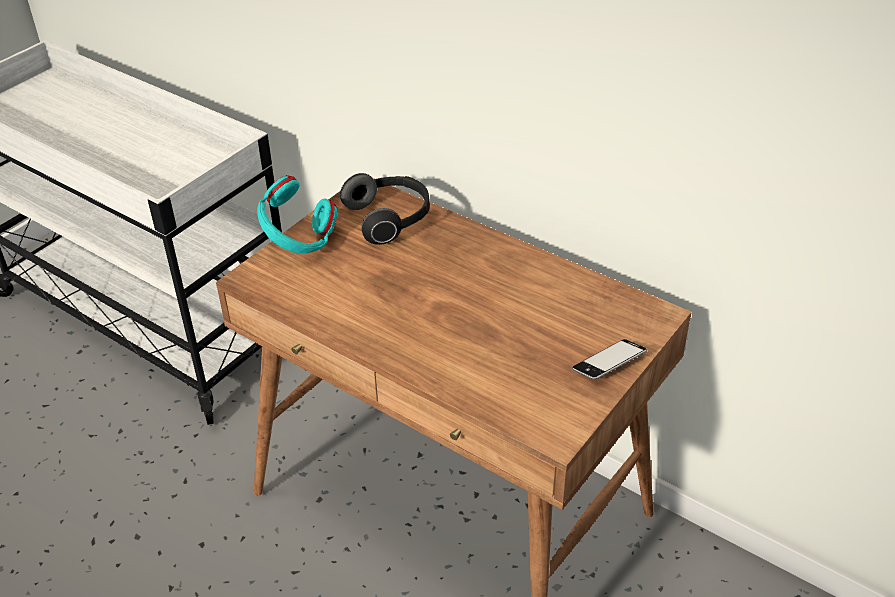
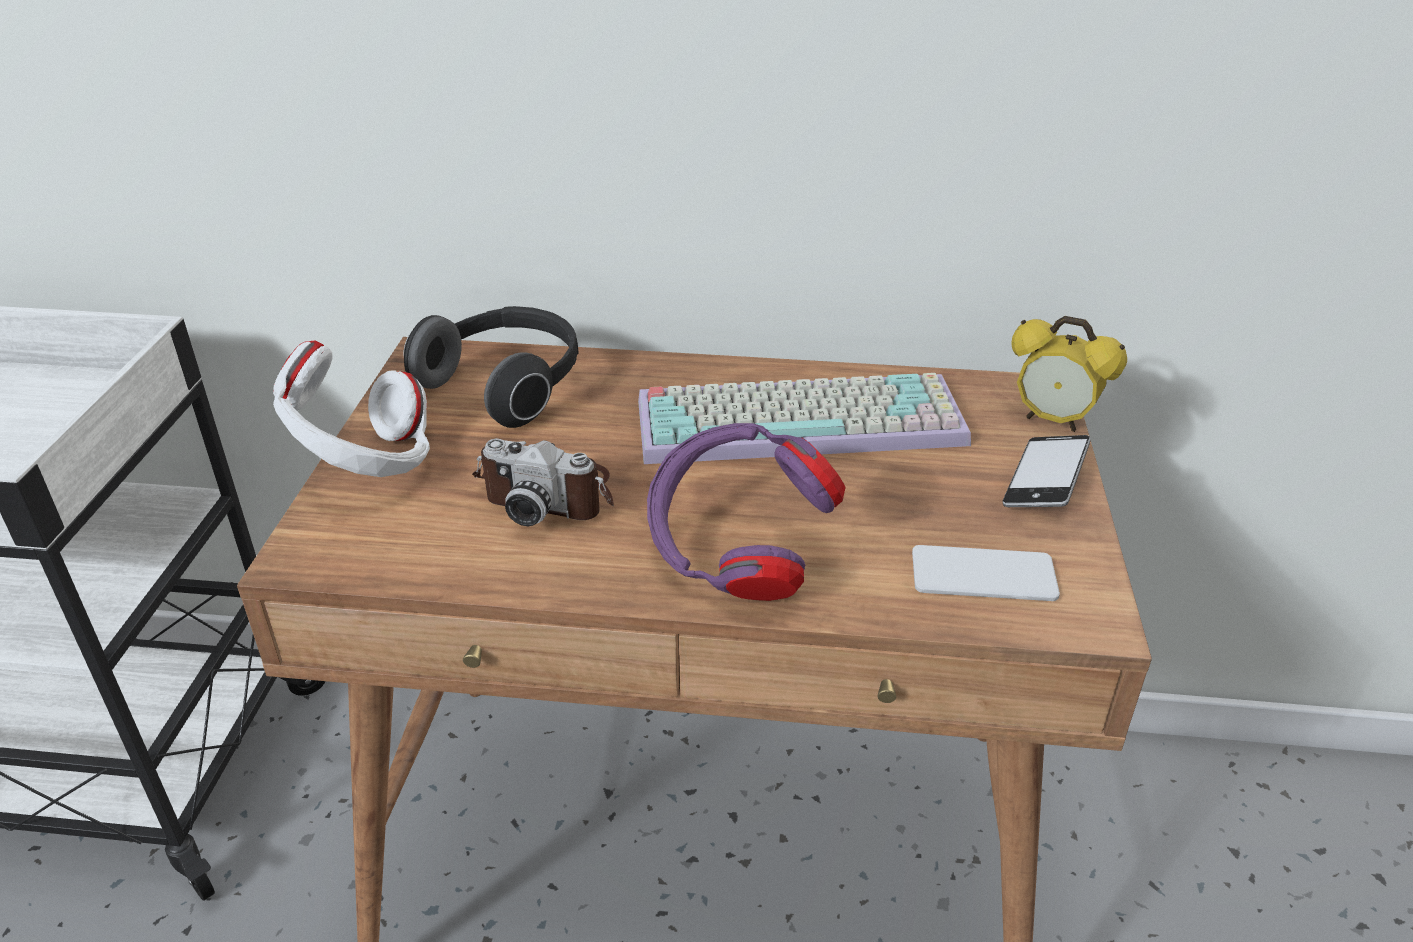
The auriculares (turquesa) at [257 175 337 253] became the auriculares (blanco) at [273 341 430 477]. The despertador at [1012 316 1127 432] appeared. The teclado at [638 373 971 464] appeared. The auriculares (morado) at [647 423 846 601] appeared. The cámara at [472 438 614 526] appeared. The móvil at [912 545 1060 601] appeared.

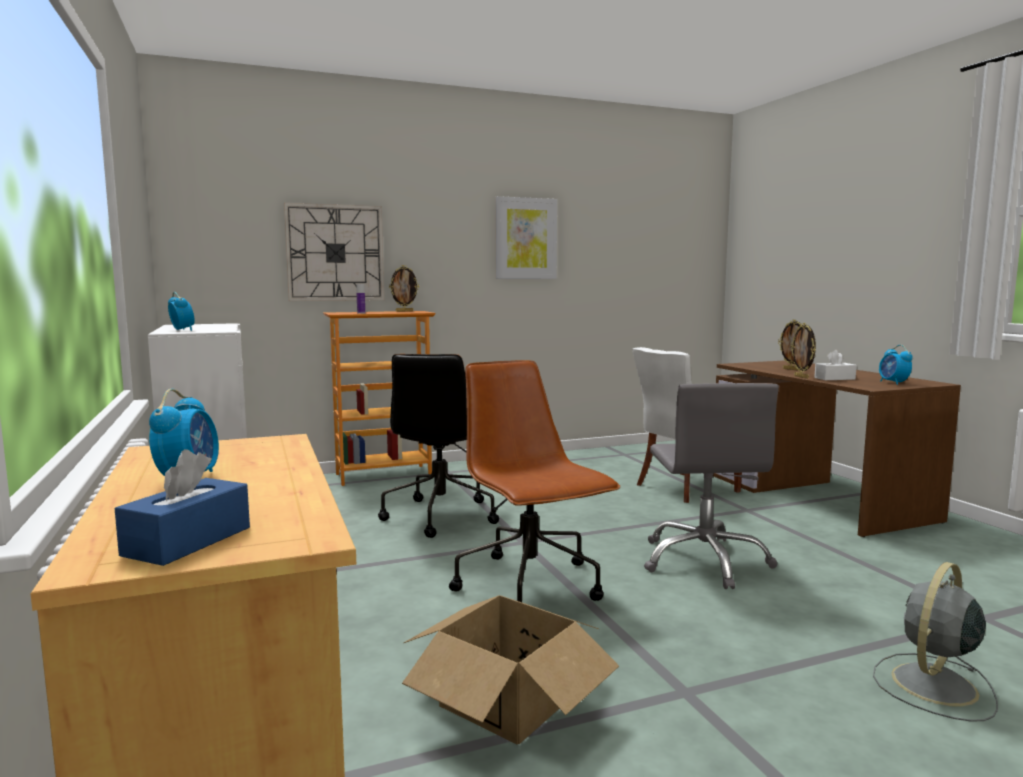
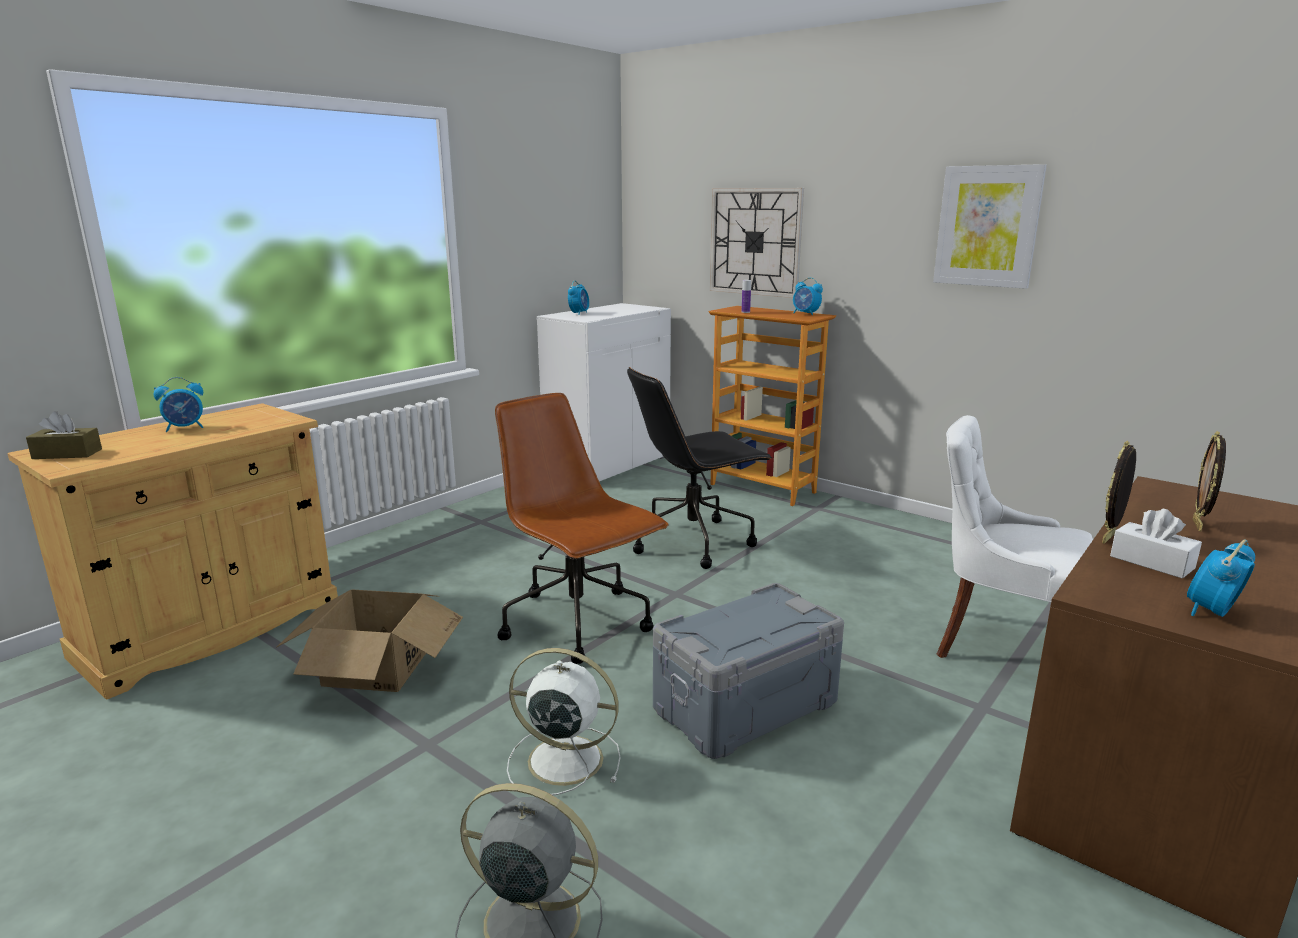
The portarretratos at [389 265 419 312] was replaced by the despertador at [793 278 823 316]. The silla de oficina (marrón) at [449 360 620 602] turned 75 degrees counterclockwise. The silla de oficina (gris) at [644 383 779 589] was replaced by the caja de almacenaje (gris) at [653 583 844 759]. The caja de pañuelos (azul) at [115 449 250 566] became the caja de pañuelos (marrón) at [26 411 102 459]. The ventilador (blanco) at [507 648 620 795] appeared.

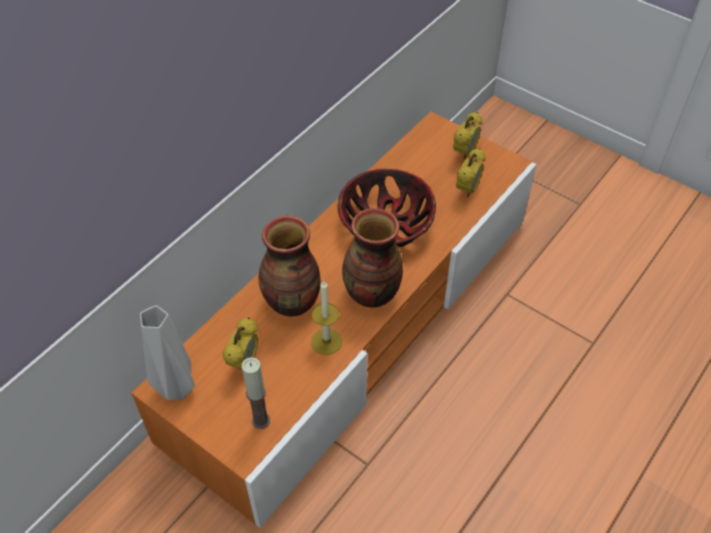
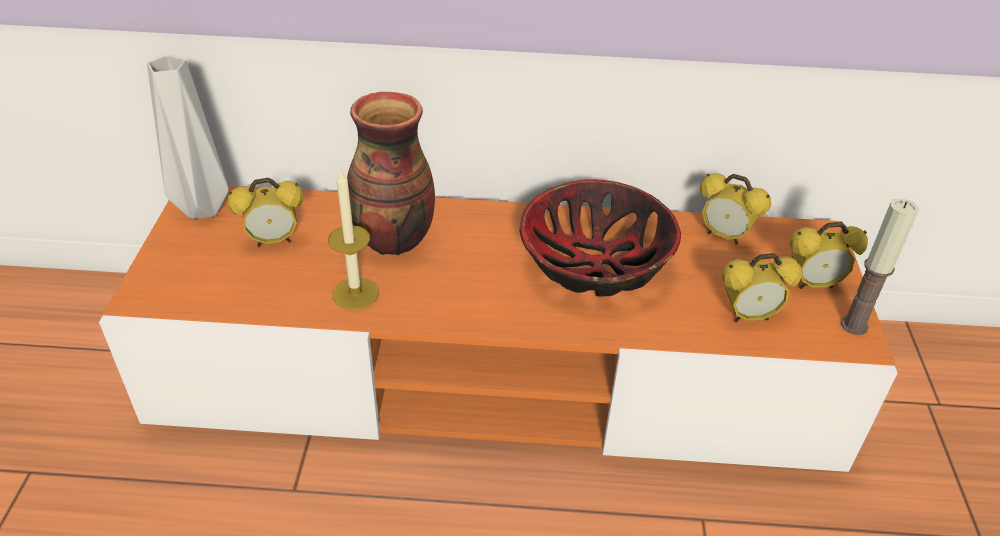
The florero at [342 208 403 308] disappeared. The vela moved from [242 357 270 429] to [841 198 919 335]. The despertador at [700 173 771 245] appeared.

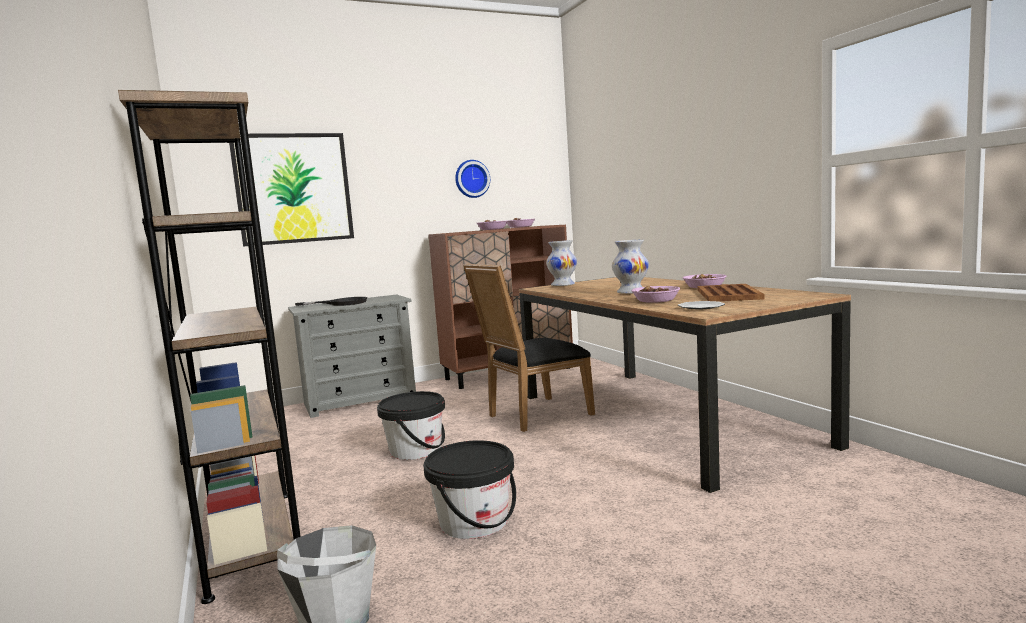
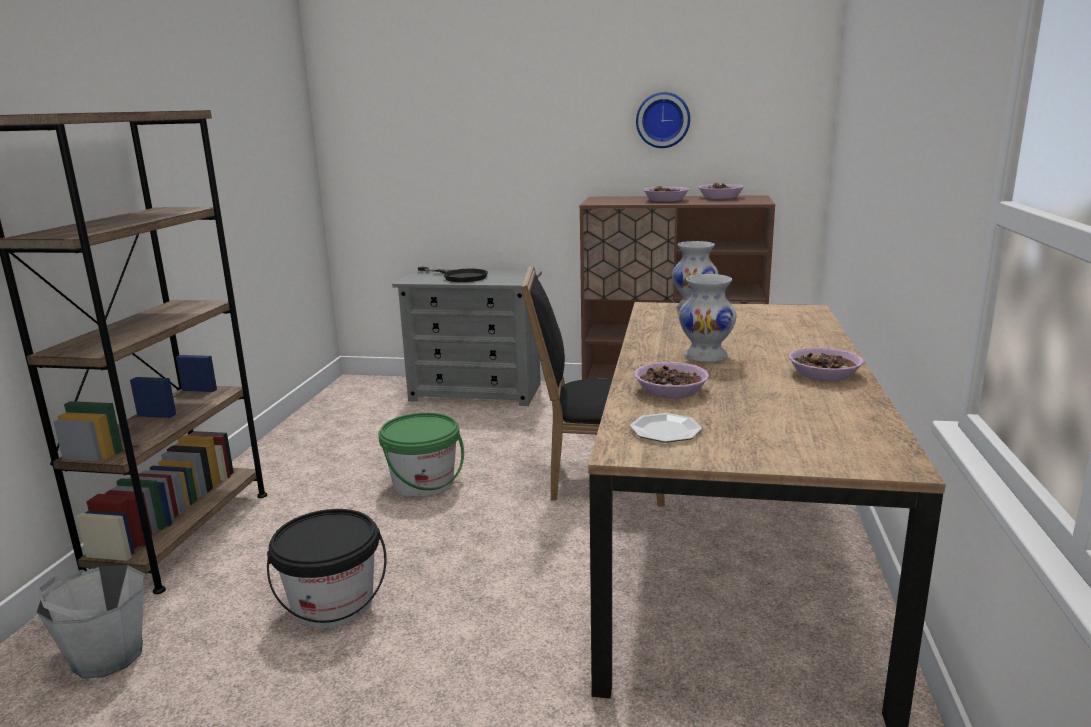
The cuadro at [229 133 354 247] disappeared. The bandeja (marrón) at [698 284 764 301] disappeared. The cubo (negro) at [377 391 445 460] became the cubo (verde) at [379 413 464 497].

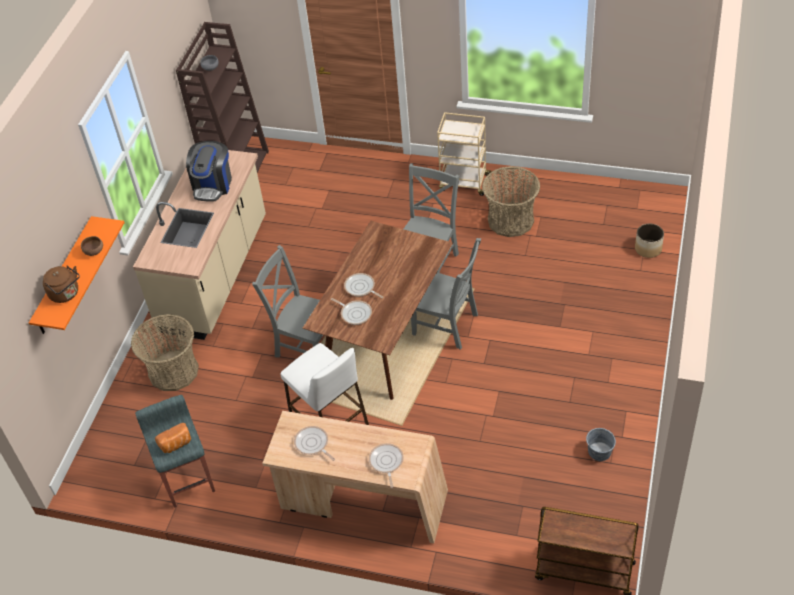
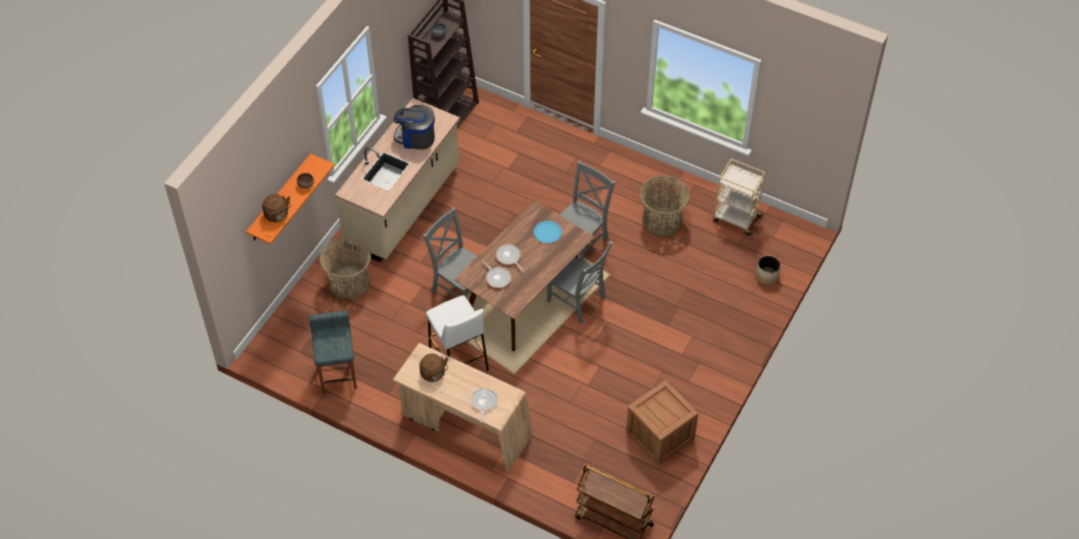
The carrito (beis) moved from [437 112 491 196] to [713 159 765 236]. The cafetera at [186 141 232 202] turned 75 degrees clockwise. The pan at [155 423 191 453] disappeared. The sartén at [294 426 335 461] was replaced by the hervidor (marrón) at [420 354 448 382]. The cubo (gris) at [586 428 616 461] was replaced by the caja de embalaje at [626 380 698 464]. The plato (azul) at [533 221 562 243] appeared.

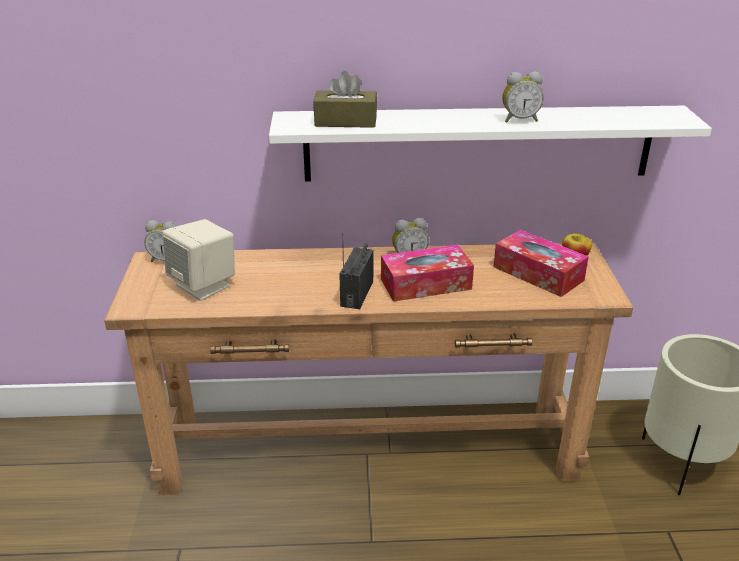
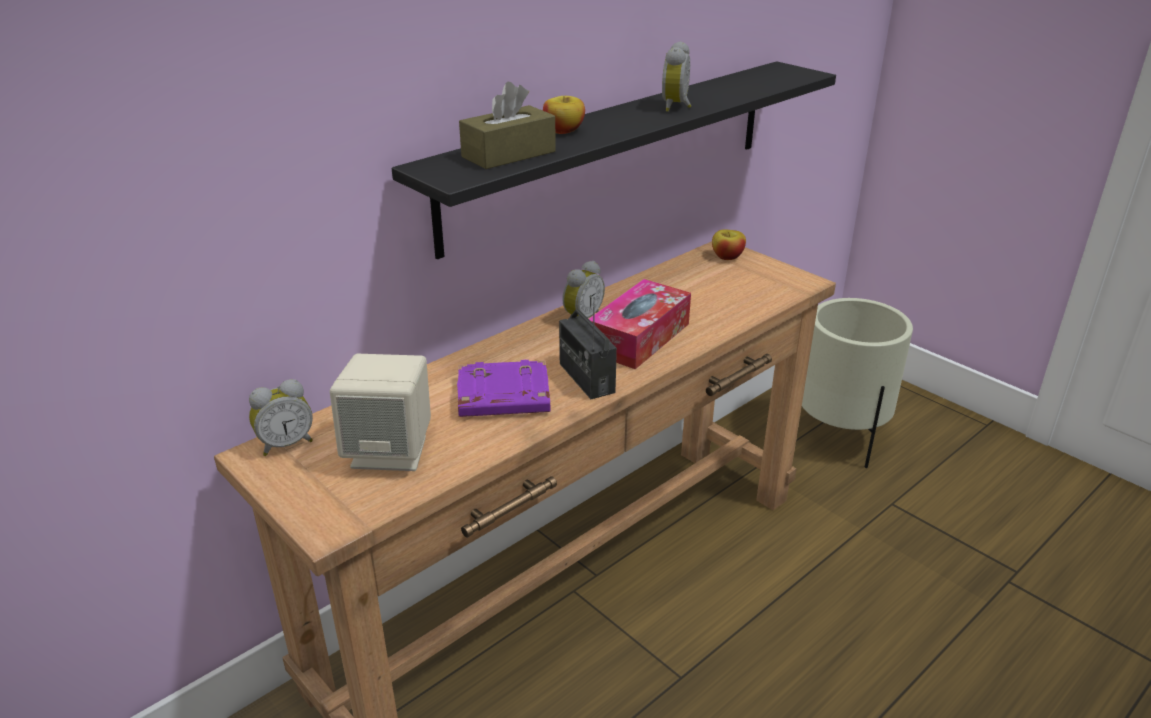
The despertador at [503 71 544 123] turned 150 degrees clockwise. The estante (blanco) at [269 106 712 182] became the estante (negro) at [392 61 836 259]. The caja de pañuelos at [493 230 589 297] disappeared. The manzana at [543 96 585 134] appeared. The libro (morado) at [457 360 550 417] appeared.

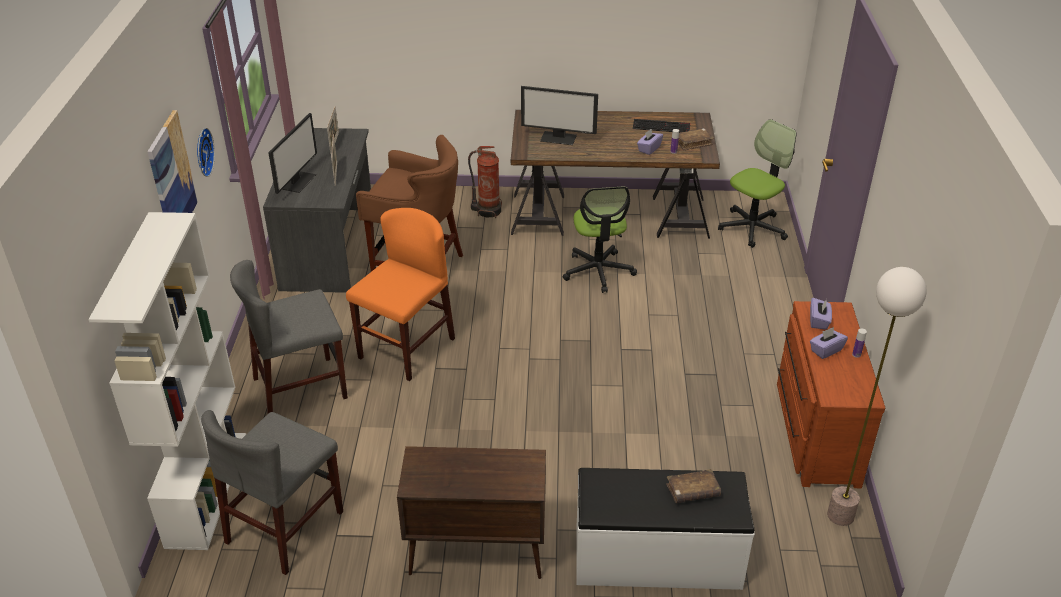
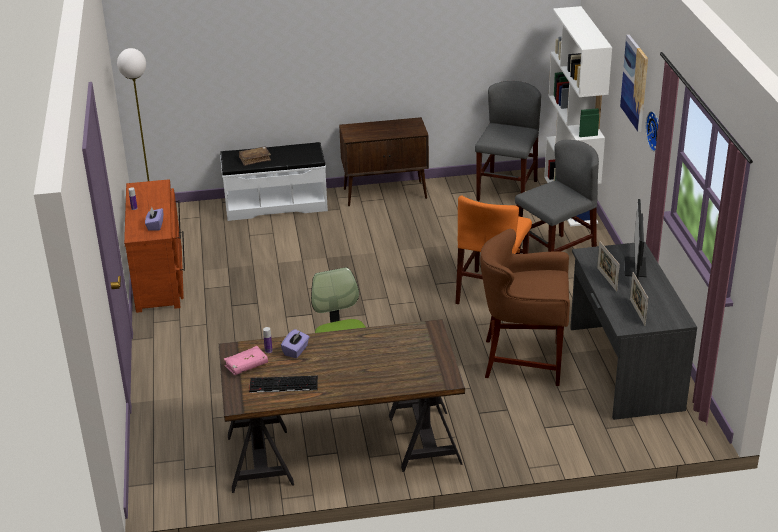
The monitor at [521 86 598 145] disappeared. The silla de oficina at [718 119 796 248] disappeared. The libro (marrón) at [678 128 714 151] became the libro (rosa) at [223 346 268 375]. The extintor at [468 146 502 218] disappeared. The caja de pañuelos (morado) at [810 327 848 359] disappeared.

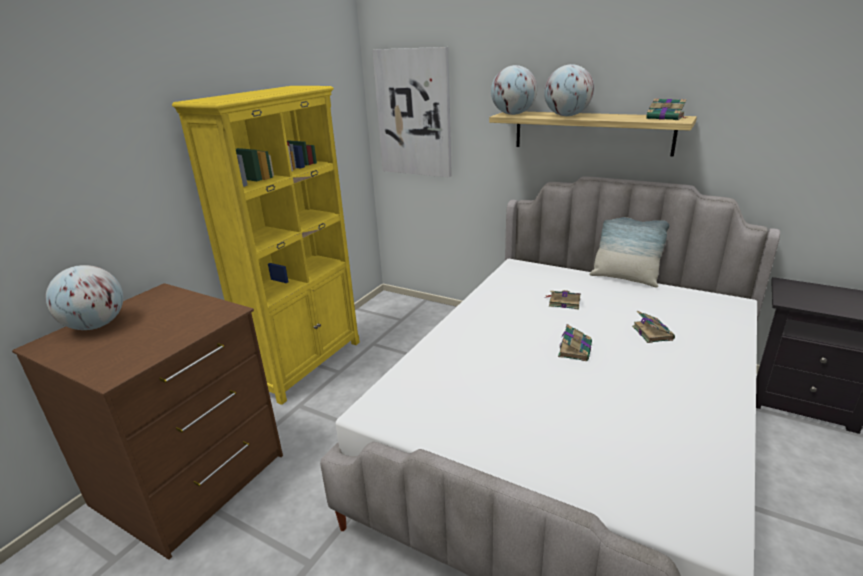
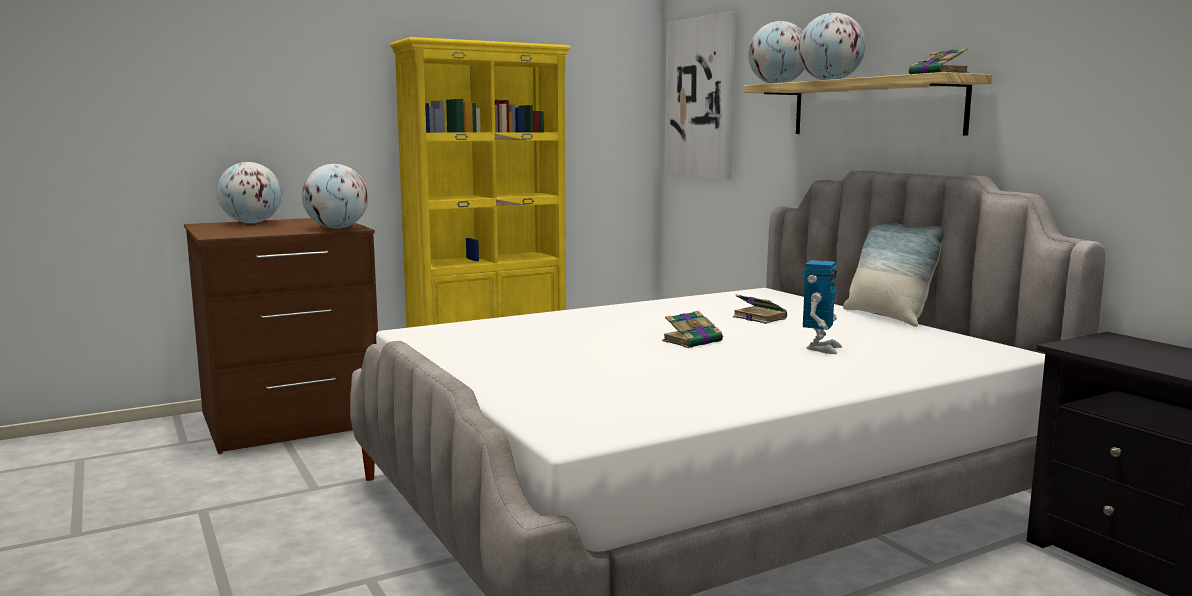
The libro at [632 311 675 343] was replaced by the robot de juguete at [803 260 842 354]. The globo terráqueo at [302 164 368 229] appeared.

